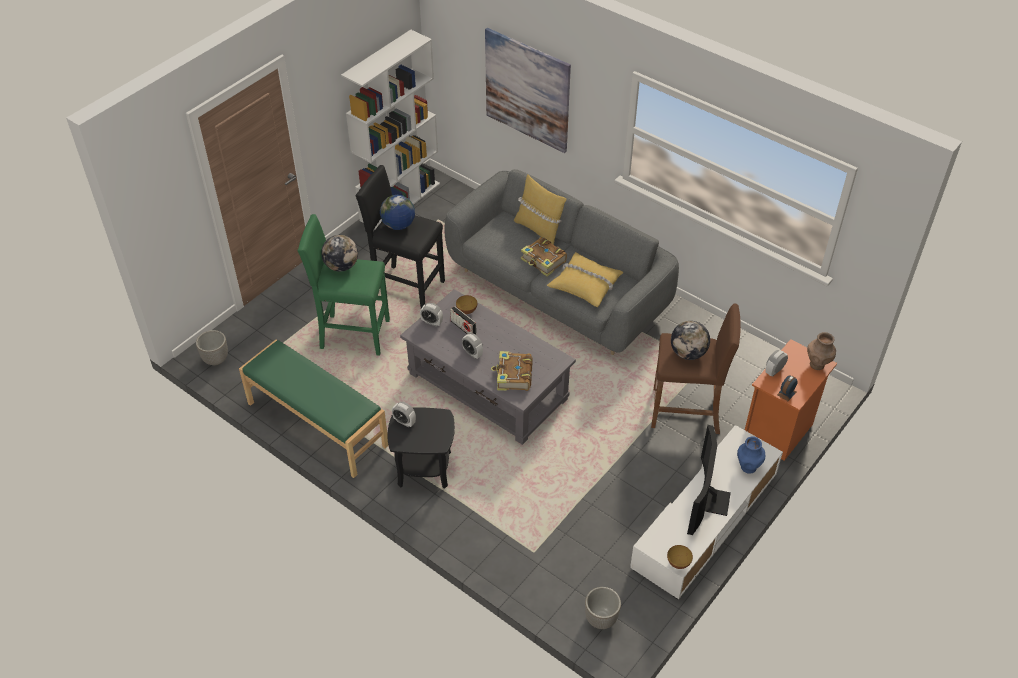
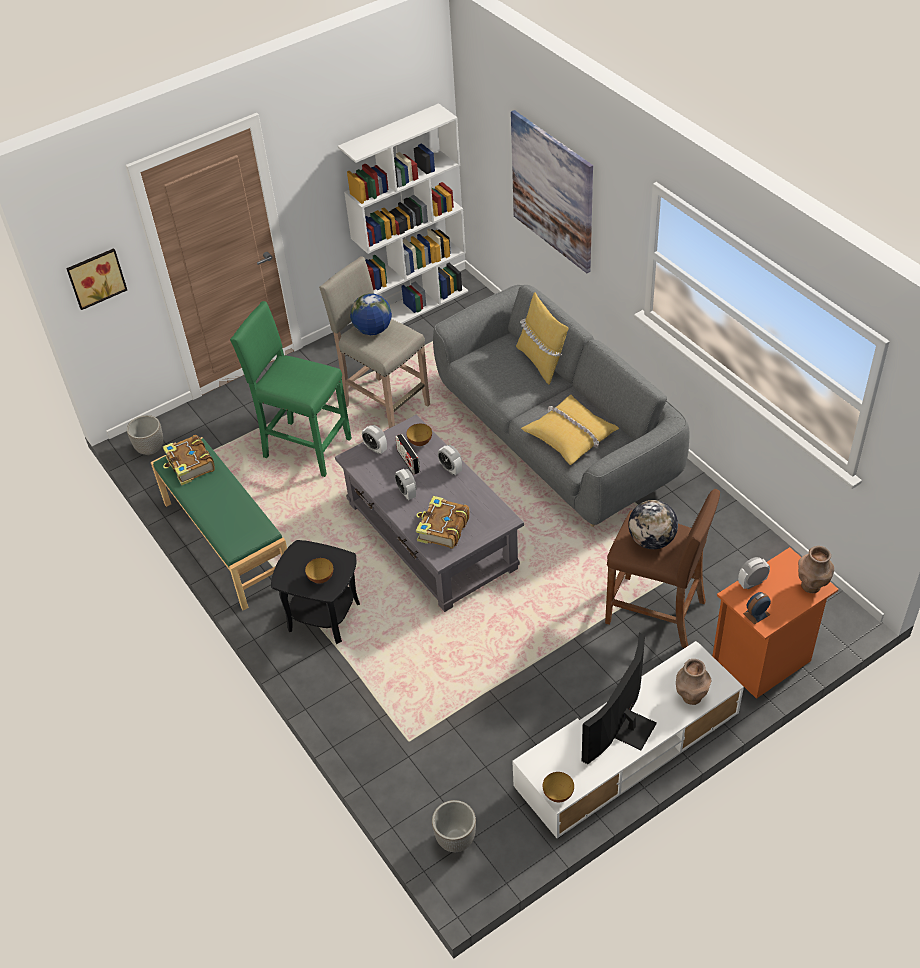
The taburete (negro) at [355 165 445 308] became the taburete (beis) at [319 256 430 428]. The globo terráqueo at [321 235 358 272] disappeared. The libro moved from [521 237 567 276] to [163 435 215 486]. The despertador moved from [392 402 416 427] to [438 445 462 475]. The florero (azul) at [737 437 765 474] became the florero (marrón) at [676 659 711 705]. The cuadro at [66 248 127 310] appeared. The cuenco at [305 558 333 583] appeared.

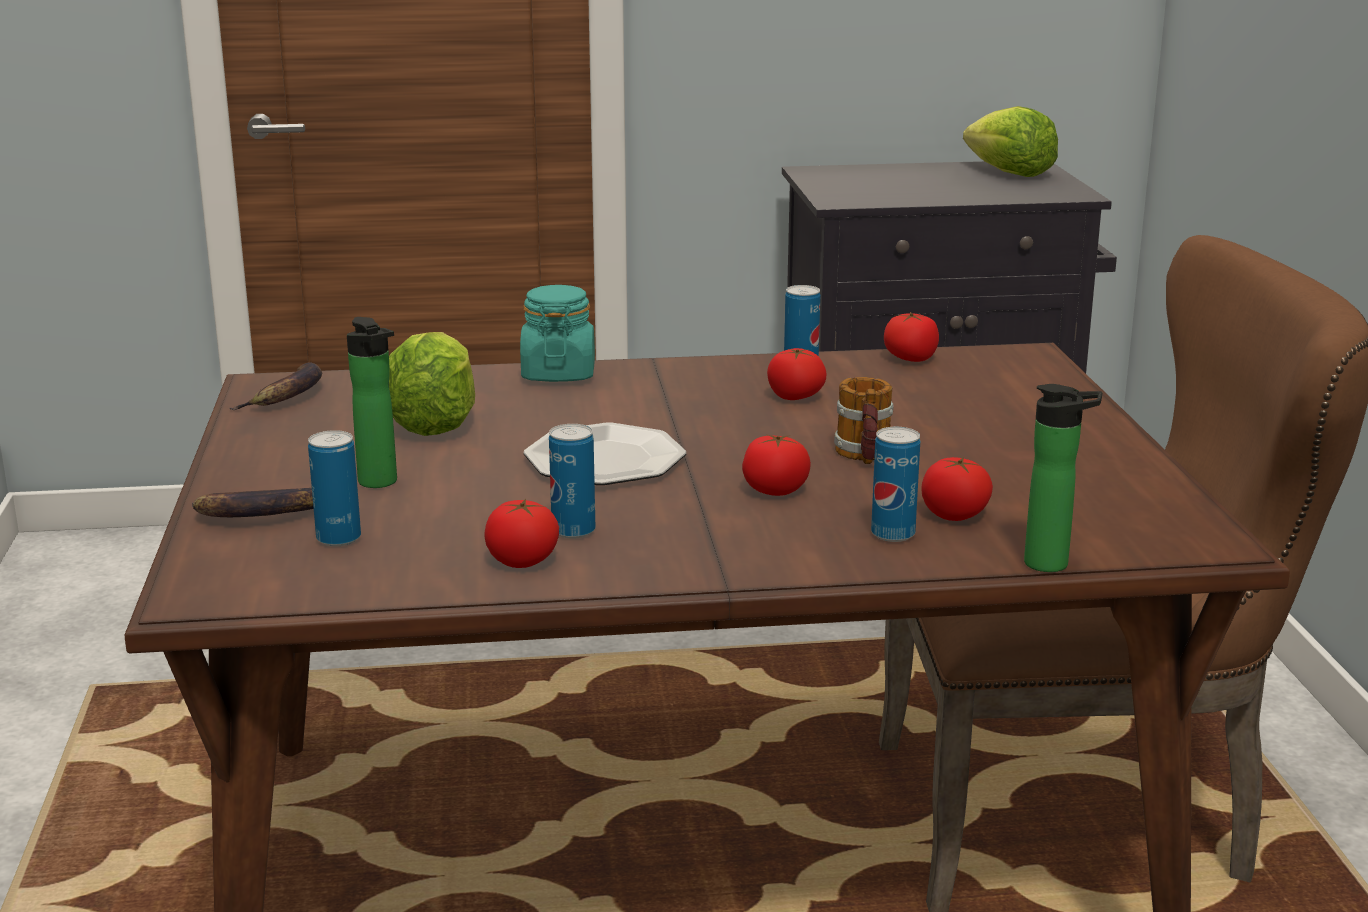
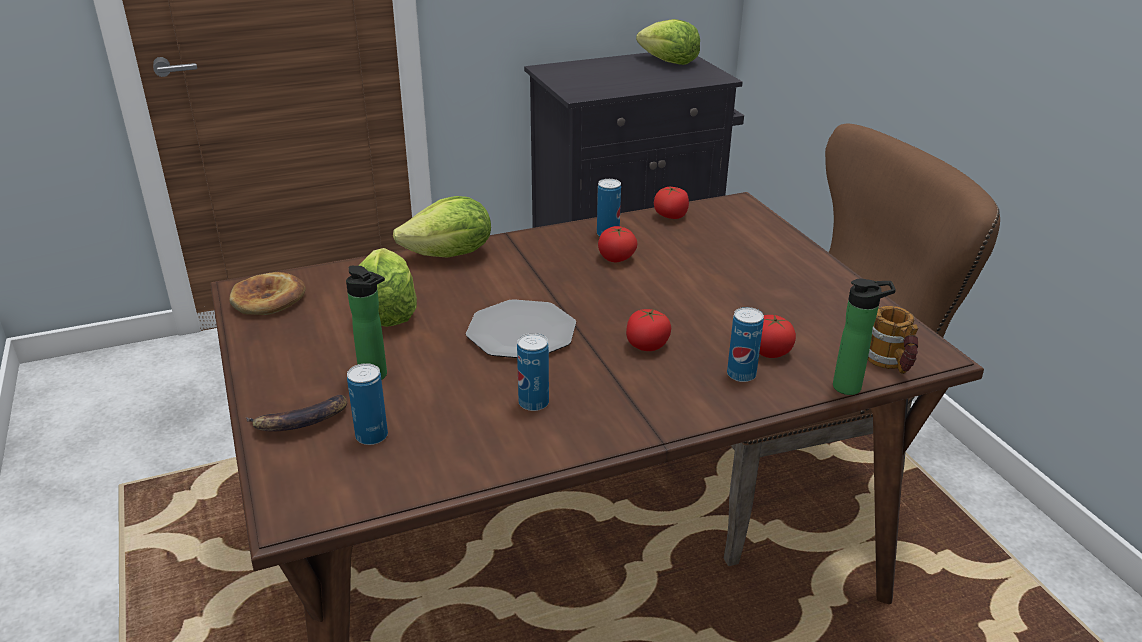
The tarro (turquesa) at [520 285 595 382] was replaced by the lechuga at [393 196 491 258]. The plátano at [229 363 322 410] was replaced by the pan at [229 272 306 315]. The taza grande moved from [834 377 894 464] to [868 306 918 374]. The tomate at [485 499 559 568] disappeared.

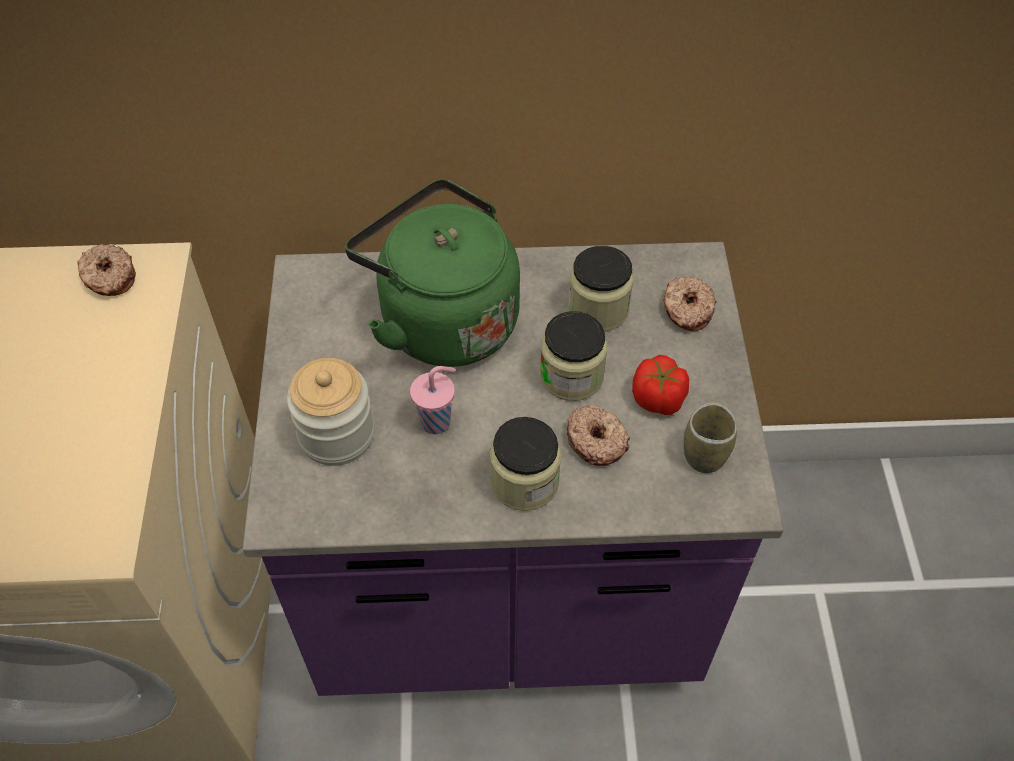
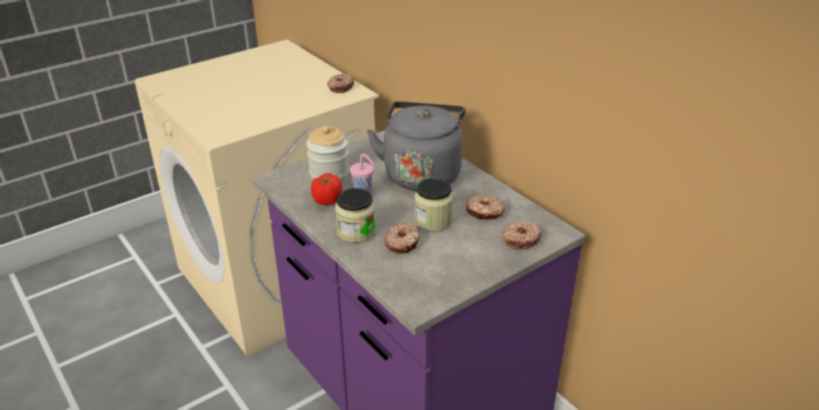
The hervidor (verde) at [345 179 520 367] became the hervidor (gris) at [367 101 466 191]. The tarro at [568 246 634 332] was replaced by the rosquilla at [466 195 505 219]. The tomate moved from [632 355 689 415] to [311 173 342 205]. The taza at [684 402 737 473] disappeared.

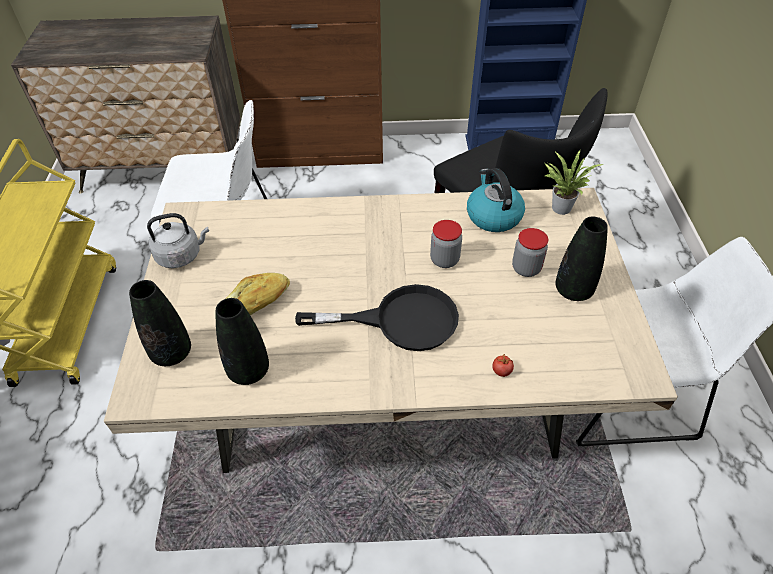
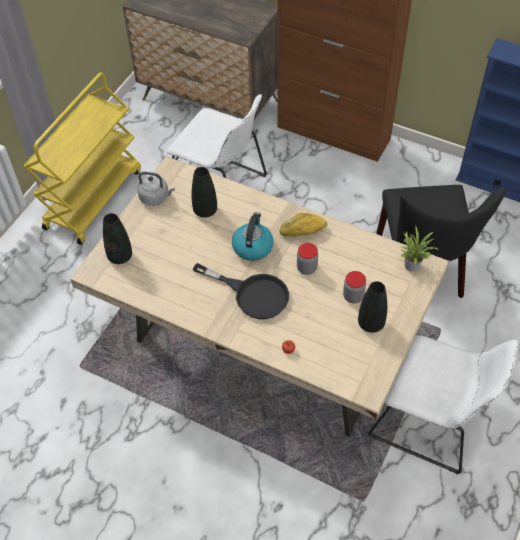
The hervidor moved from [467 168 525 232] to [232 212 273 261]. The pan moved from [226 273 290 315] to [279 213 328 236]. The florero (negro) moved from [216 298 269 385] to [192 167 217 218].

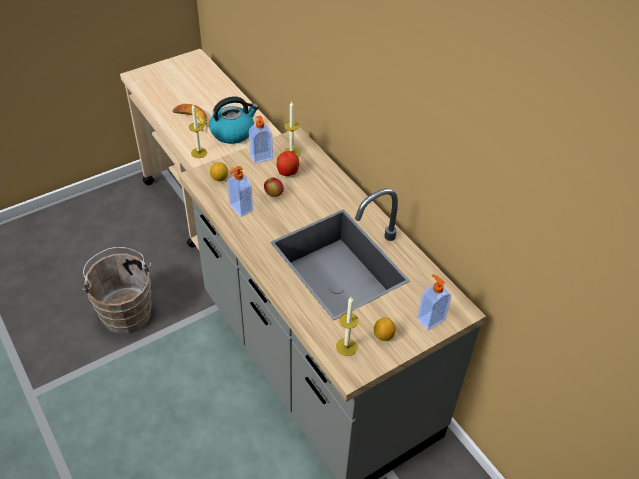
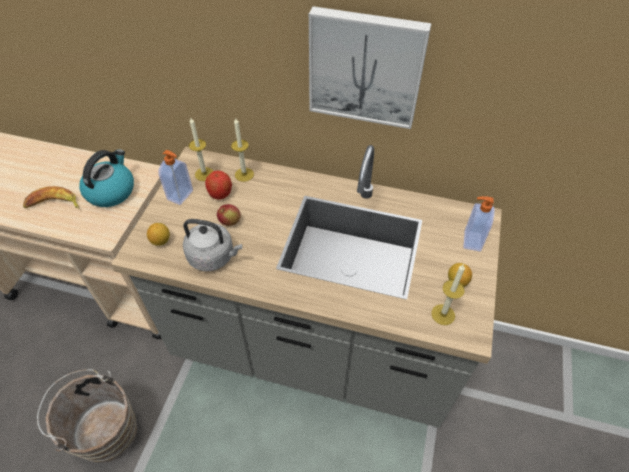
The vela moved from [189 105 207 158] to [231 118 254 182]. The dispensador de jabón at [227 166 253 217] was replaced by the hervidor (gris) at [183 219 242 271]. The cuadro at [309 6 432 129] appeared.

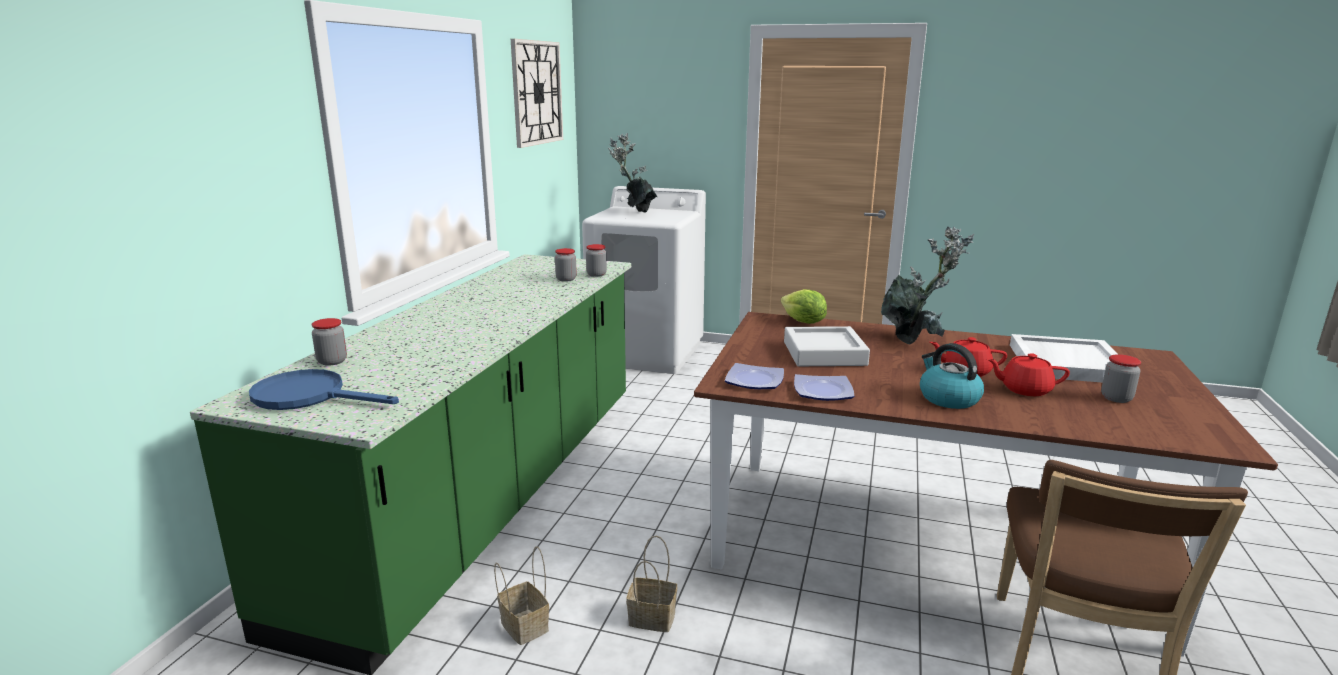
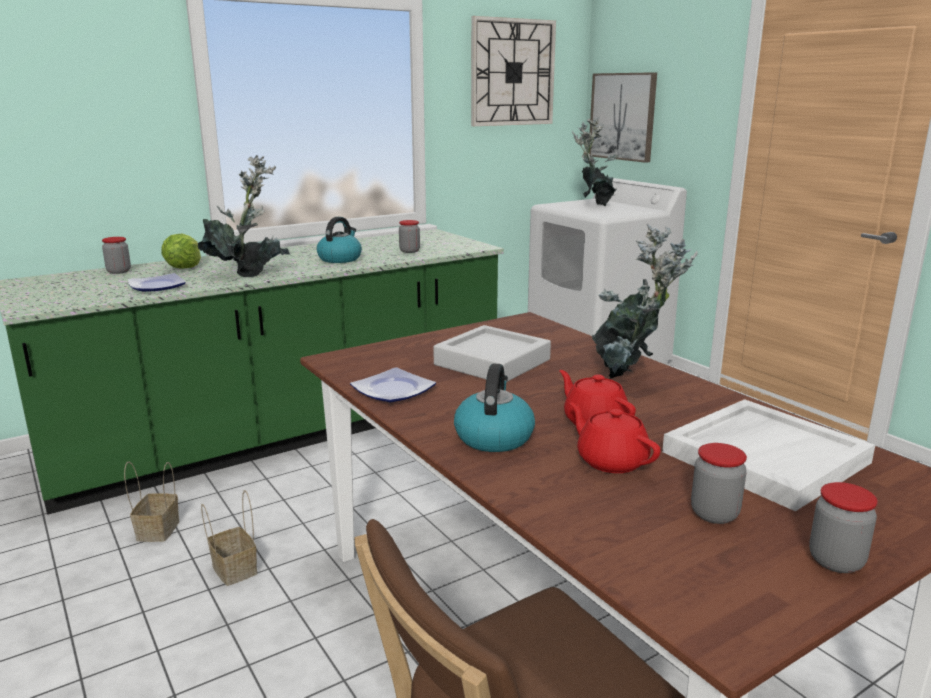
The tarro moved from [586 244 607 277] to [809 482 878 573]. The lechuga moved from [781 289 827 324] to [161 233 201 269]. The plato moved from [725 363 784 389] to [128 273 186 292]. The sartén (azul) at [249 369 399 410] disappeared. The cuadro at [589 72 657 163] appeared. The planta en maceta at [198 155 290 277] appeared. The hervidor at [317 217 362 263] appeared.

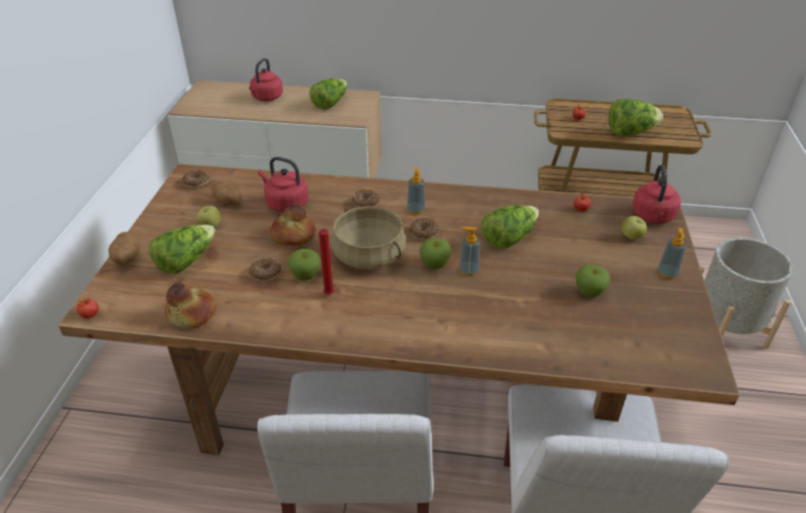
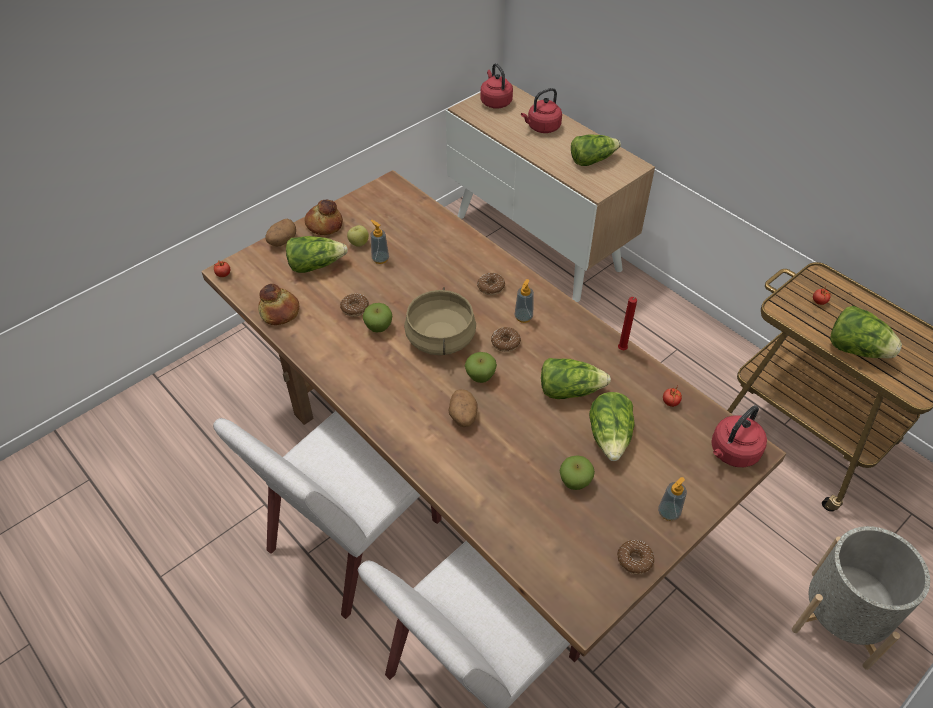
The hervidor (rojo) moved from [258 157 309 212] to [480 63 513 109]. The rosquilla moved from [182 170 210 188] to [617 540 655 575]. The patata moved from [211 180 241 206] to [448 389 478 427]. The pan moved from [270 204 316 246] to [305 200 343 235]. The manzana at [622 216 647 240] disappeared. The dispensador de jabón moved from [459 227 480 276] to [370 219 389 264]. The vela (rojo) moved from [319 228 334 295] to [618 297 637 350]. The lechuga at [589 392 635 461] appeared.

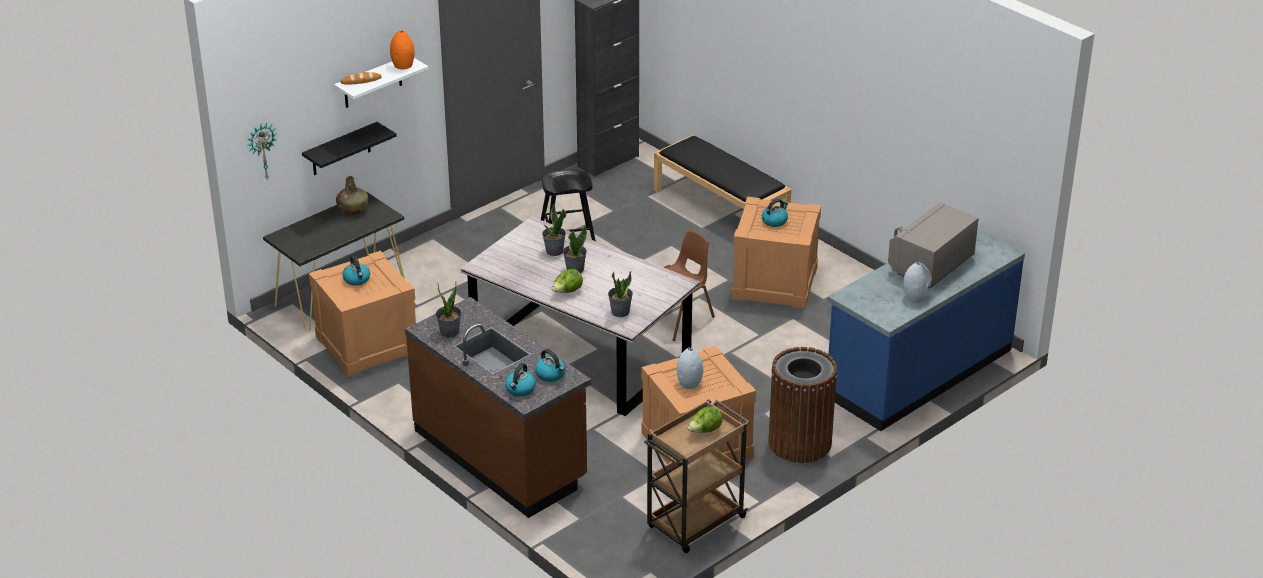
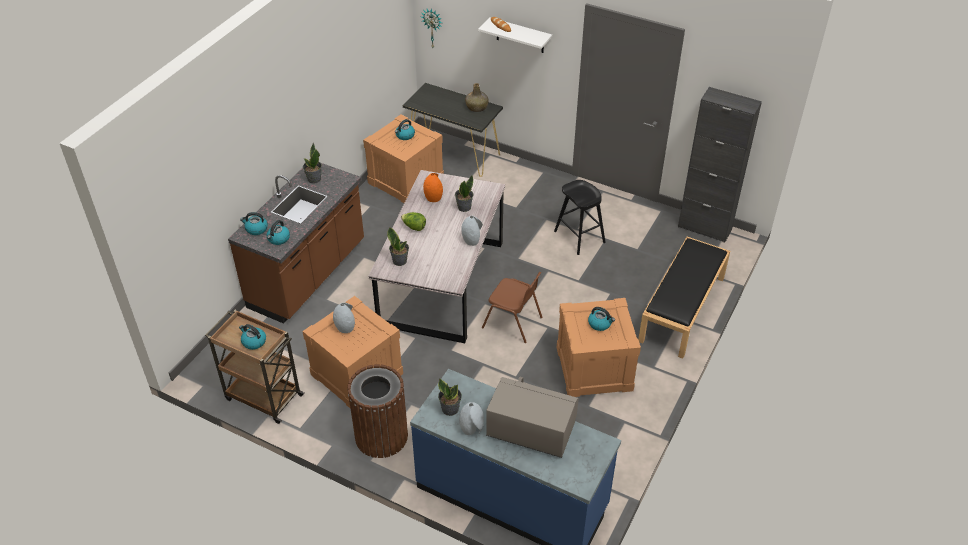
The florero (naranja) moved from [390 30 415 69] to [423 173 443 202]. The estante (negro) at [302 122 397 175] disappeared. The planta en maceta moved from [563 226 587 273] to [438 379 462 416]. The lechuga at [688 406 723 433] was replaced by the hervidor at [239 324 266 350]. The florero (gris) at [461 216 483 246] appeared.

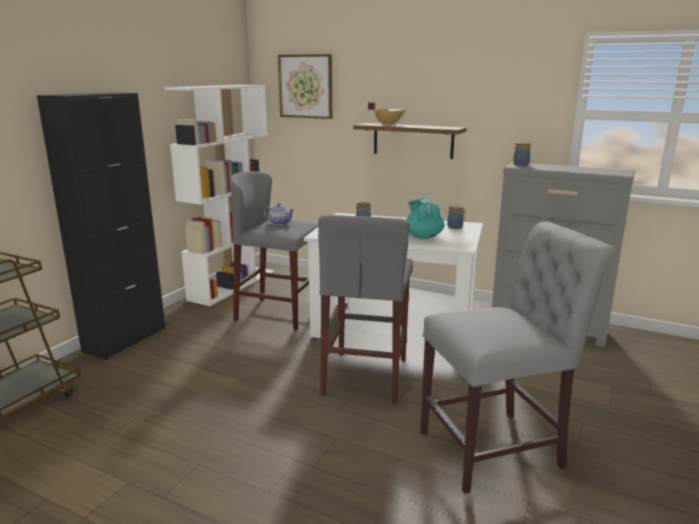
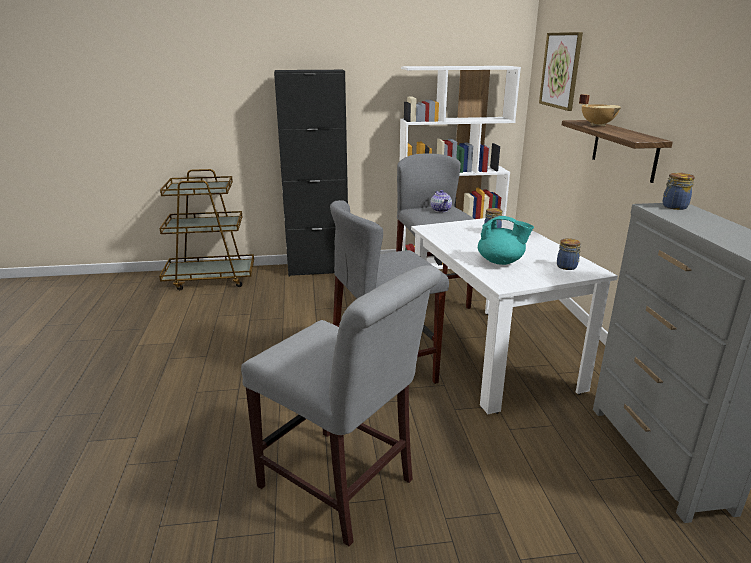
The tetera (turquesa) at [406 199 445 239] turned 75 degrees clockwise.

